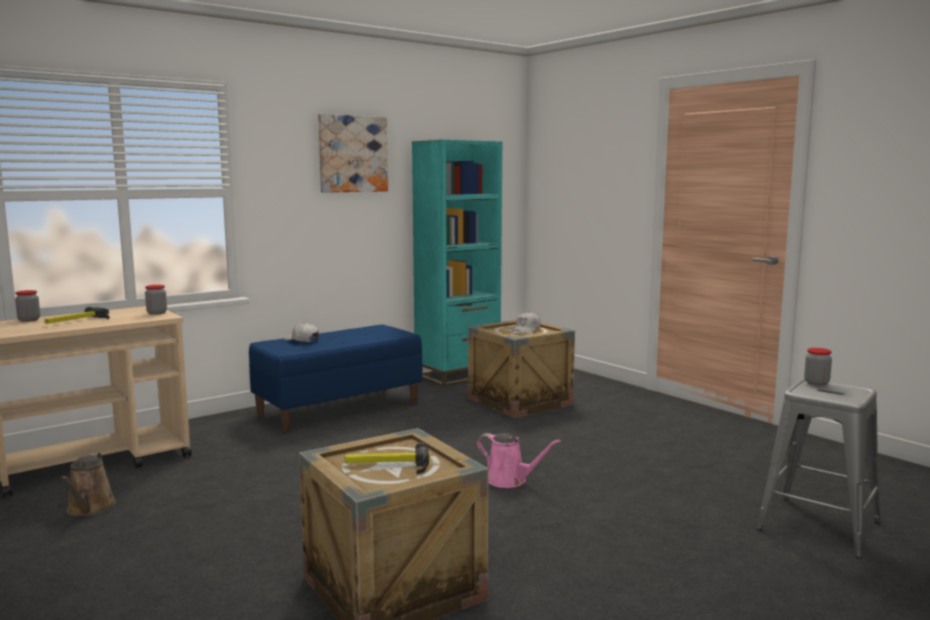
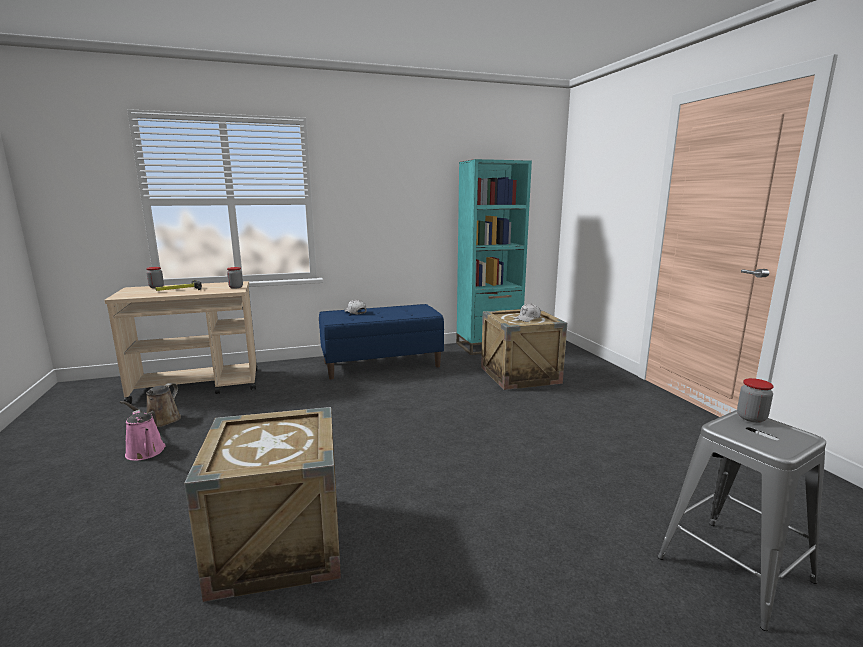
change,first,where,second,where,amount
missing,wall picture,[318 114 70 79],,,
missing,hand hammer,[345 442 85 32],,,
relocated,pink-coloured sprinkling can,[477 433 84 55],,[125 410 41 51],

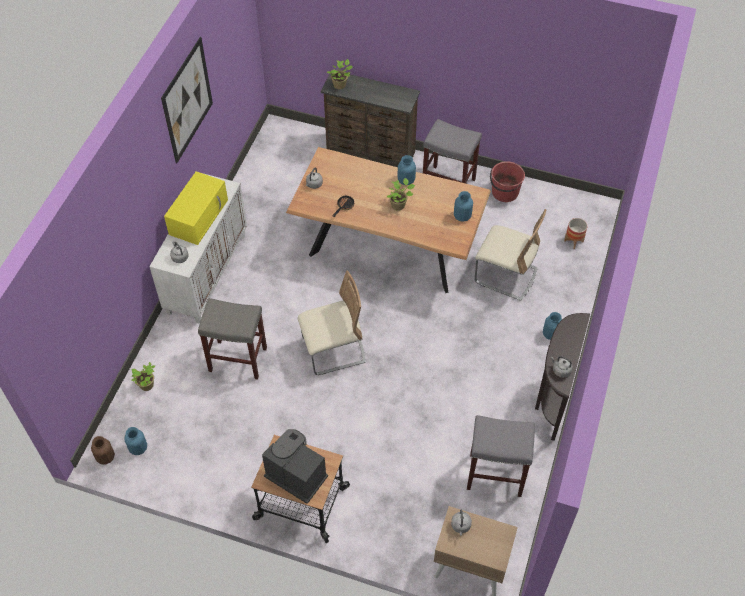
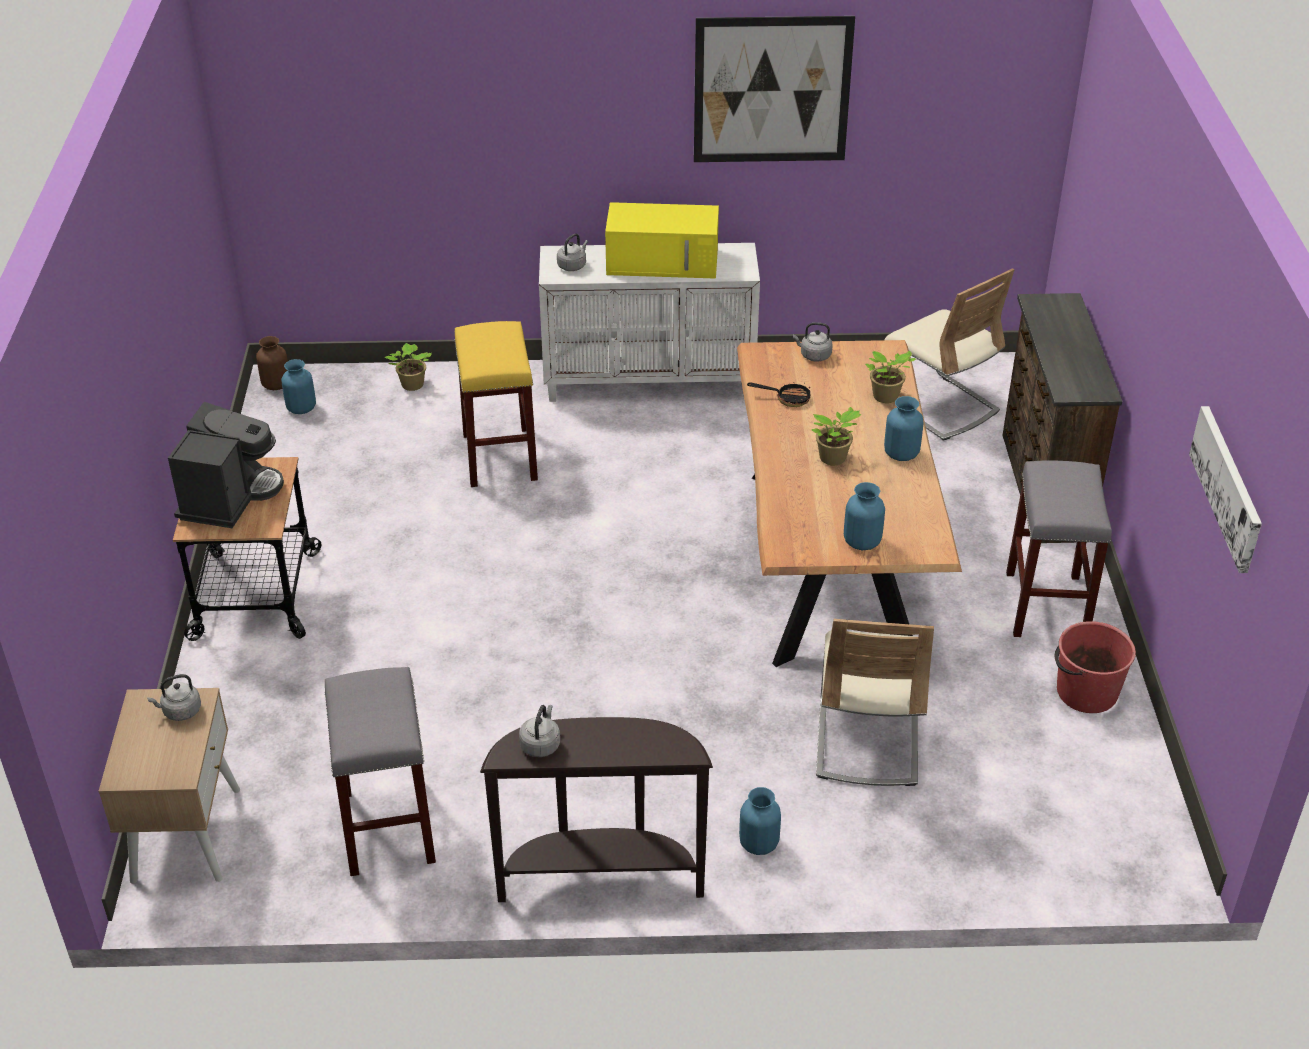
change,first,where,second,where,amount
colour,greyish sitting stool,[198 298 69 82],yellowish sitting stool,[454 321 84 166],
relocated,sand-coloured chair,[298 270 68 105],,[885 268 130 173],
relocated,potted plant,[326 59 27 30],,[865 351 51 52],
missing,flower pot,[564 218 23 31],,,
appeared,,,wall picture,[1189 406 73 167],

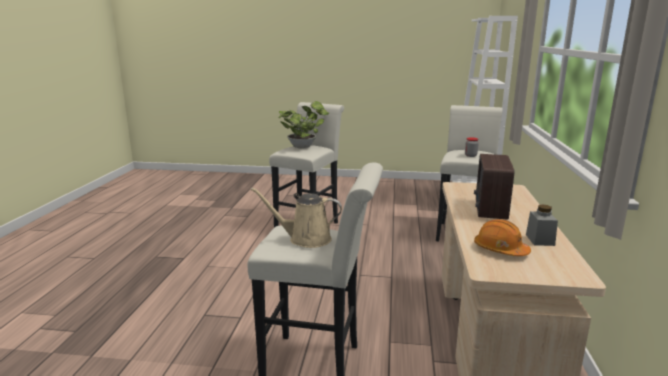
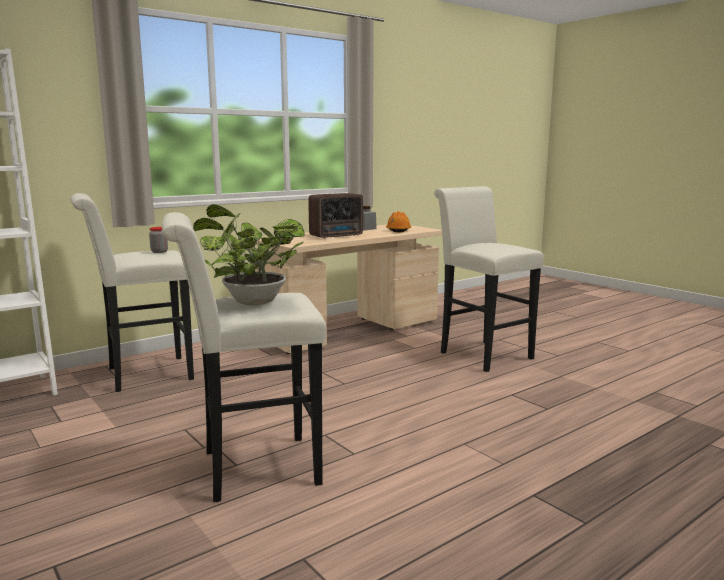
change,first,where,second,where,amount
missing,sand-coloured sprinkling can,[250 187 92 61],,,

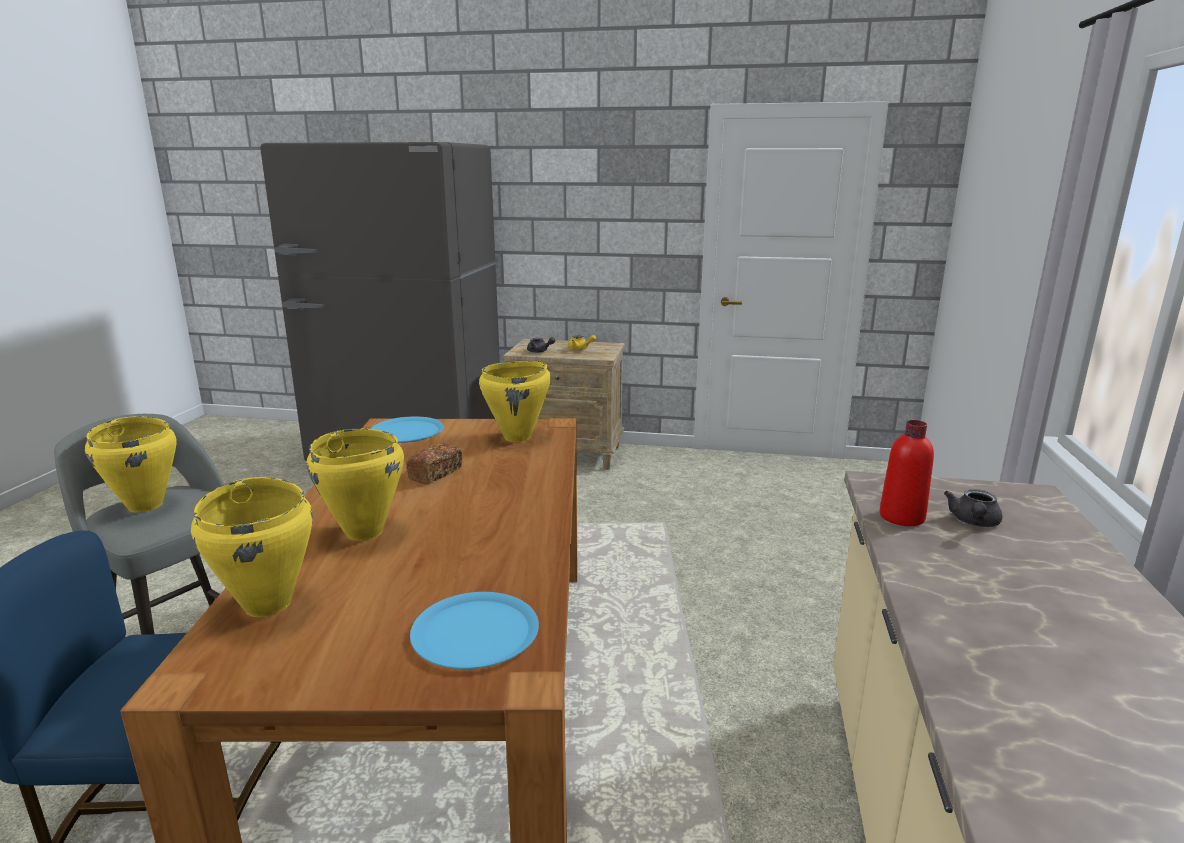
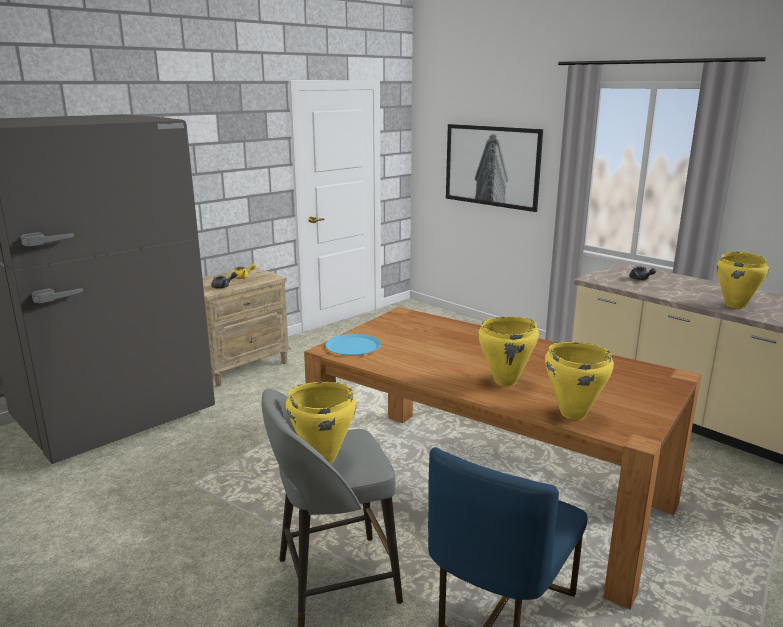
change,first,where,second,where,amount
missing,bread,[406 443 56 41],,,
missing,blue-coloured dinner plate,[410 592 129 77],,,
relocated,yellowish saucepot,[479 361 72 81],,[717 252 52 57],
missing,red-coloured drink bottle,[879 420 55 106],,,
appeared,,,wall picture,[446 124 97 88],

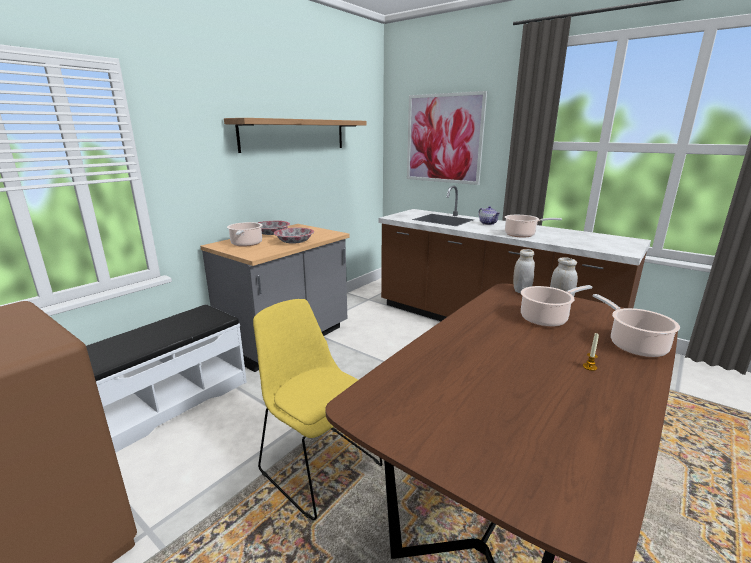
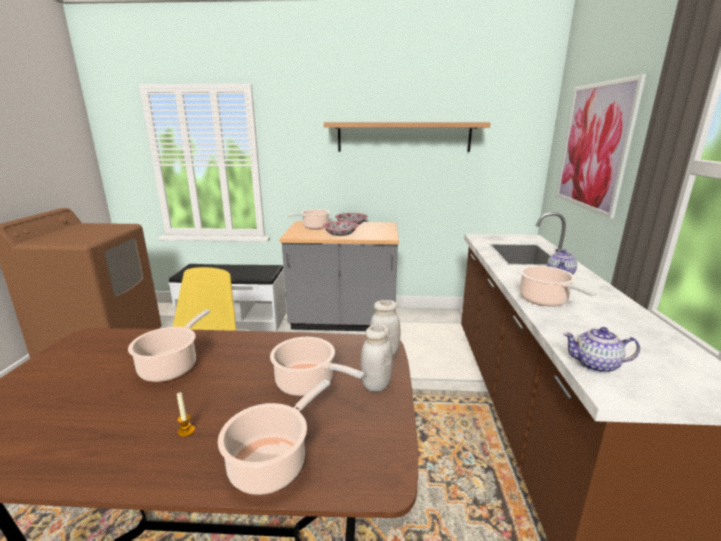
change,first,where,second,where,amount
appeared,,,saucepot,[128 310 82 72],
appeared,,,teapot,[564 327 76 46],

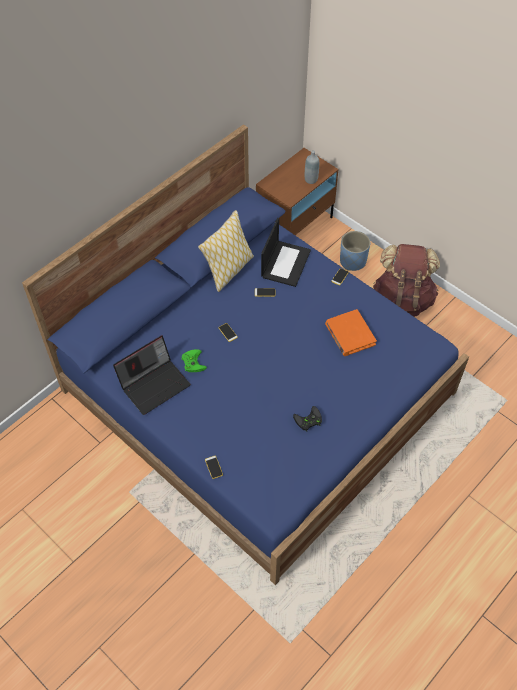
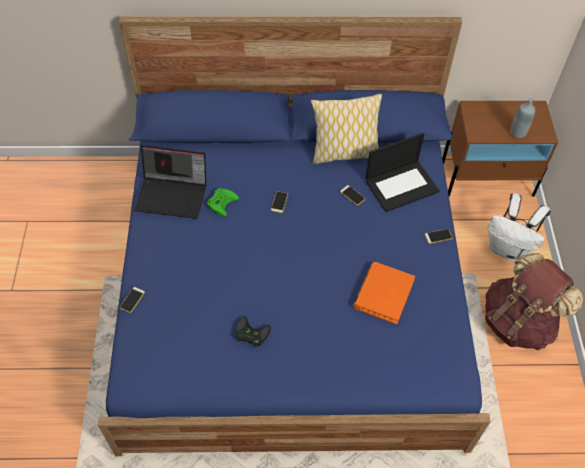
change,first,where,second,where,amount
exchanged,blue-coloured flower pot,[340 231 30 40],whitish knapsack,[488 193 63 69],

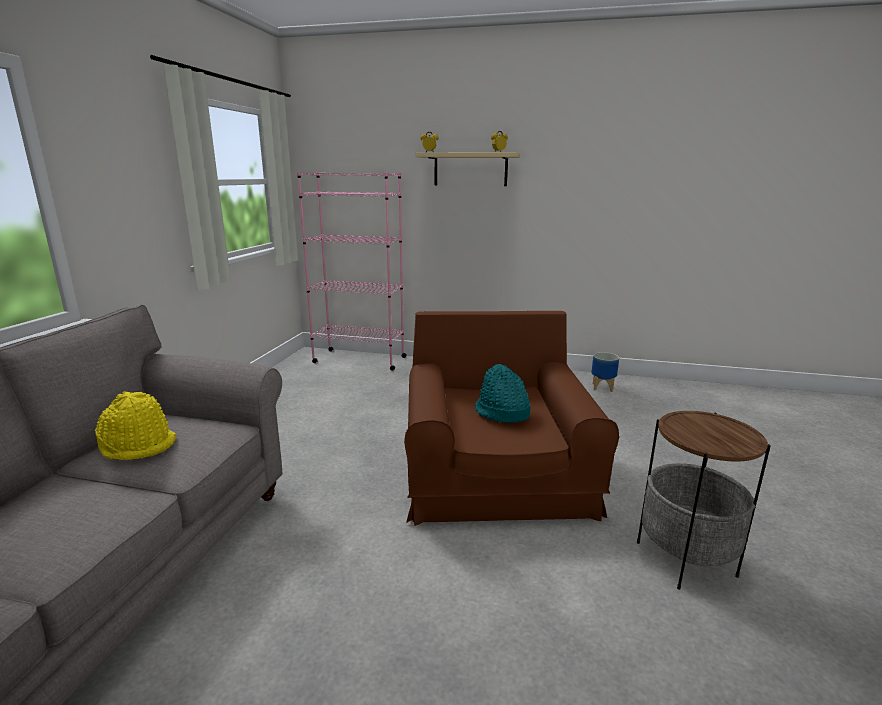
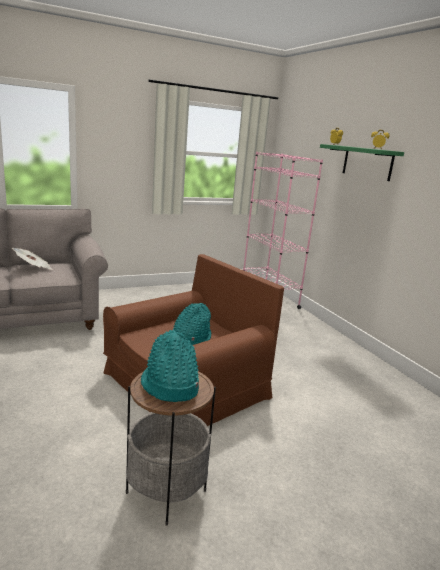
change,first,where,second,where,amount
exchanged,yellowish hat,[95 391 81 69],newspaper,[12 248 41 22],
colour,sand-coloured wall shelf,[415 152 105 34],green-coloured wall shelf,[320 144 84 37],
missing,flower pot,[591 352 28 40],,,
appeared,,,blue-green hat,[141 330 58 72],

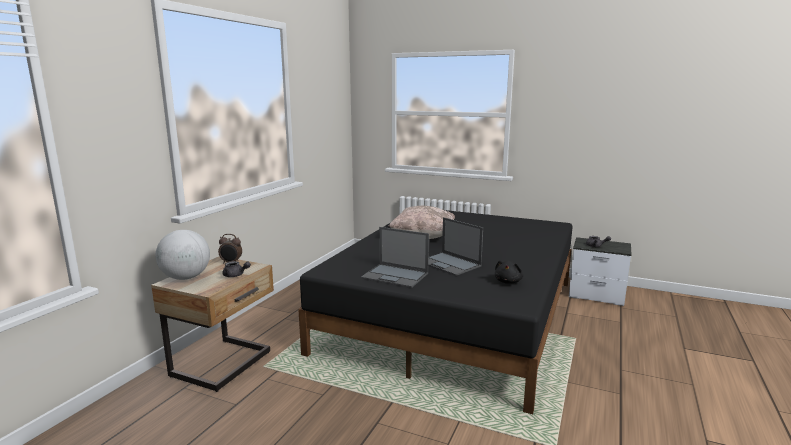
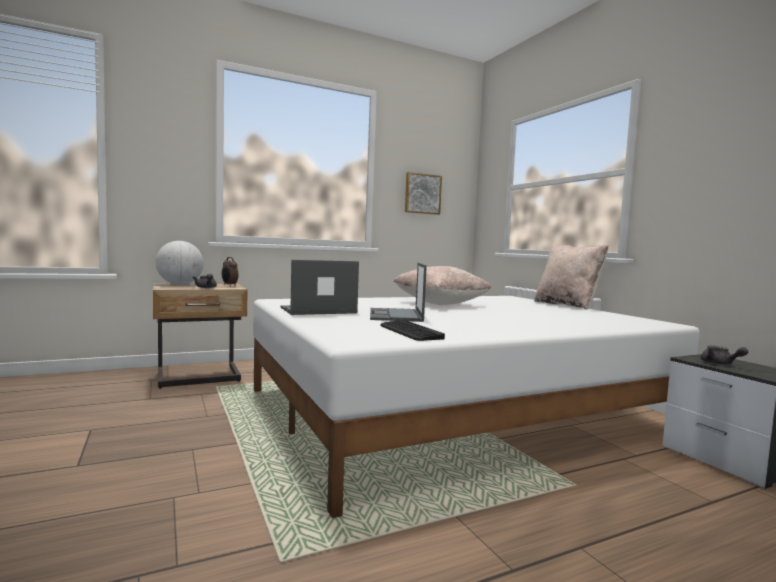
change,first,where,second,where,amount
colour,blackish bedroom bed,[298 210 275 204],whitish bedroom bed,[253 296 447 222],
spun,notebook computer,[361 227 68 61],,[281 260 78 55],90 degrees clockwise
exchanged,blackish cuddly toy,[495 260 28 24],PC keyboard,[380 320 65 21],
appeared,,,wall picture,[405 172 37 43],
appeared,,,sand-coloured pillow,[534 244 75 66],

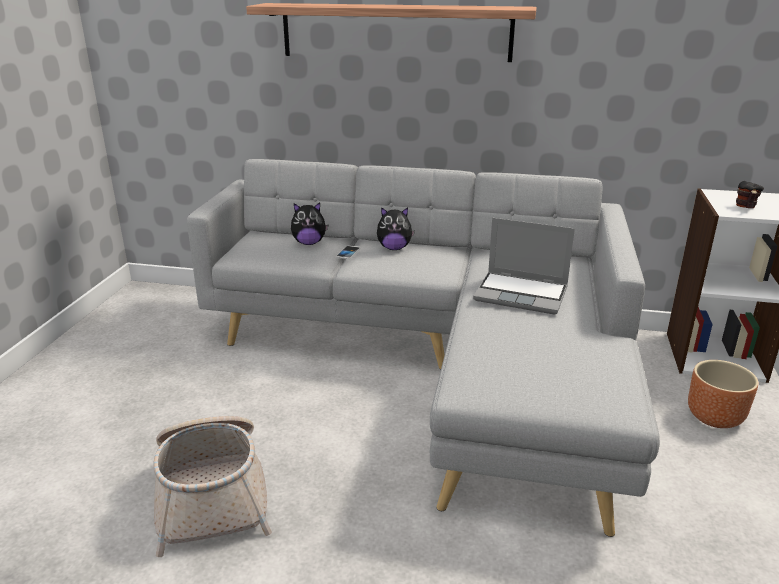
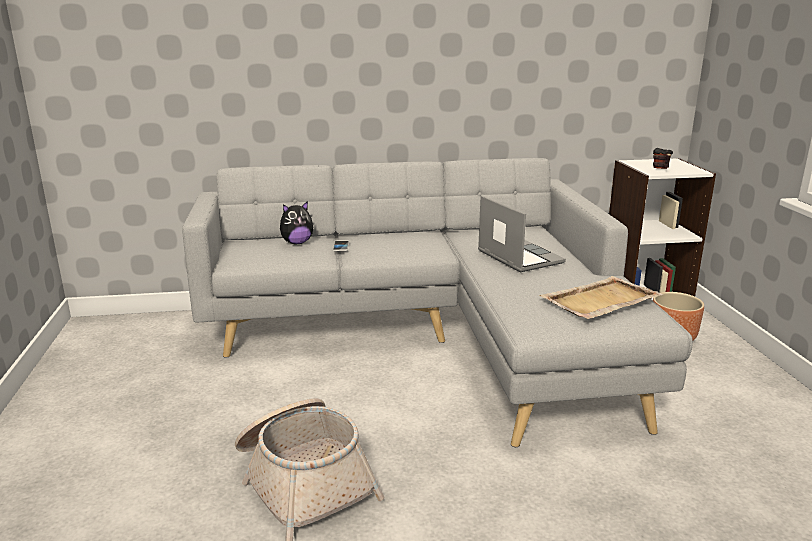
change,first,where,second,where,amount
missing,wall shelf,[246 3 291 59],,,
missing,cuddly toy,[377 207 38 43],,,
spun,notebook computer,[473 218 102 96],,[478 196 88 77],120 degrees counterclockwise
appeared,,,sand-coloured tray,[539 276 124 43],

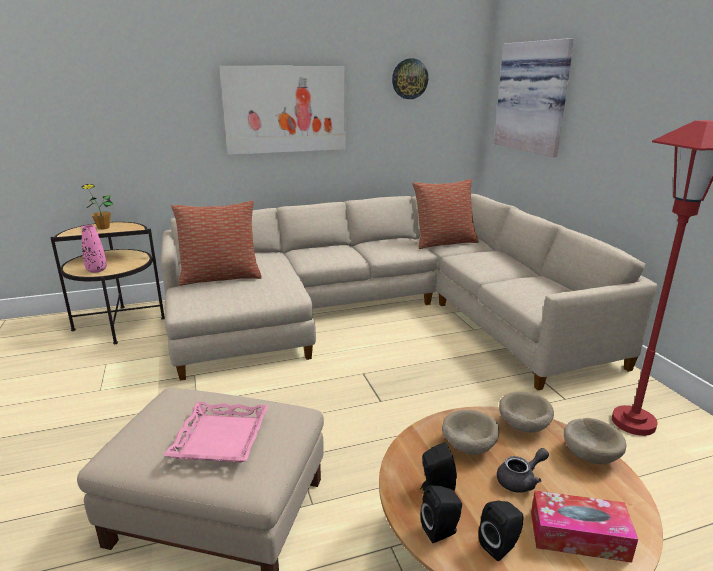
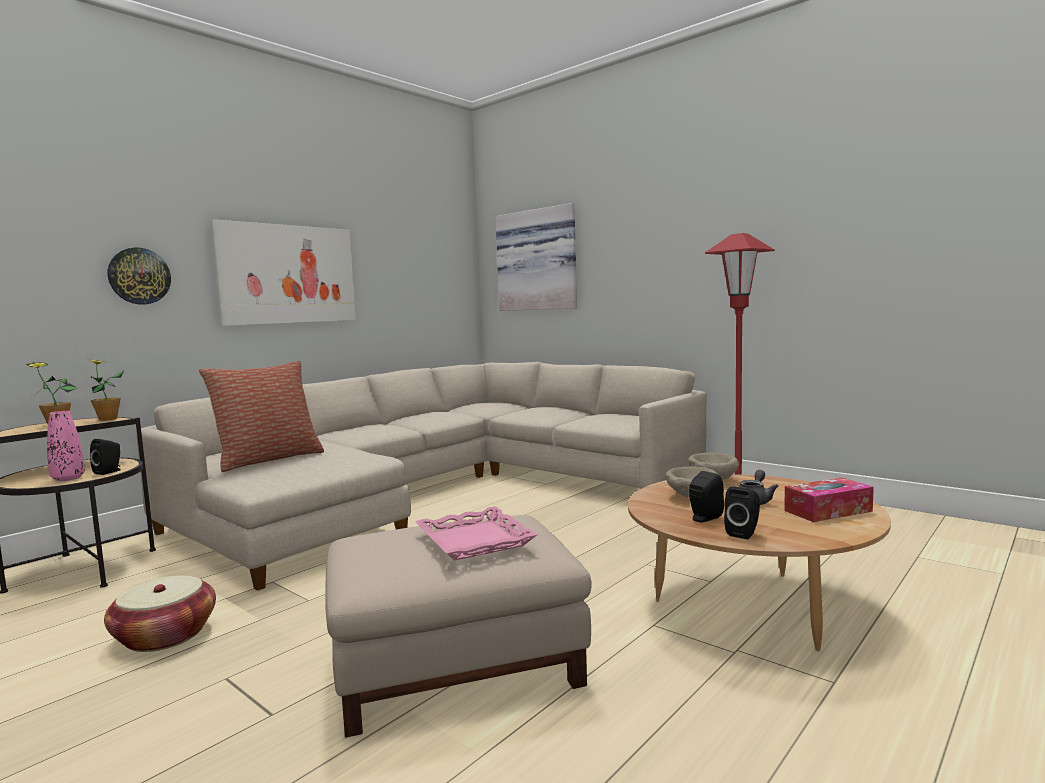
change,first,where,second,where,amount
relocated,wall clock,[392 58 36 41],,[108 247 63 58],
missing,pillow,[412 179 67 70],,,
relocated,blackish audio speaker,[478 500 46 61],,[90 439 31 36],
missing,sand-coloured bowl,[564 418 62 46],,,
appeared,,,potted plant,[90 360 34 61],
appeared,,,household basket,[104 576 112 76],

